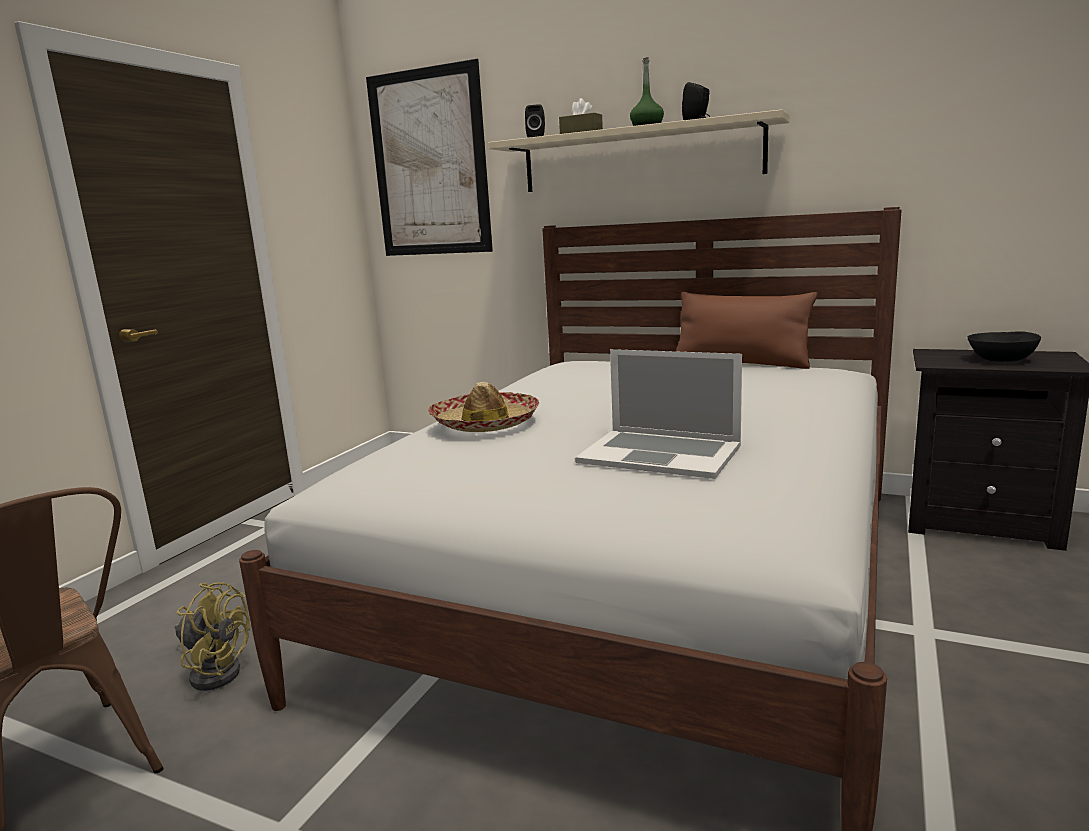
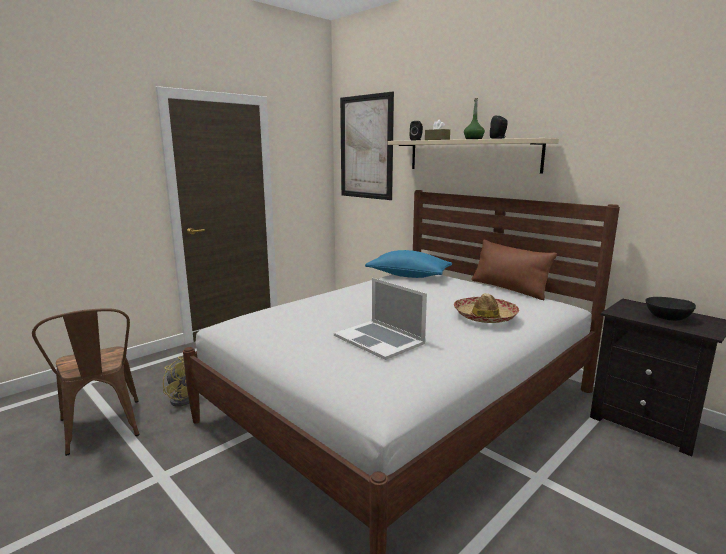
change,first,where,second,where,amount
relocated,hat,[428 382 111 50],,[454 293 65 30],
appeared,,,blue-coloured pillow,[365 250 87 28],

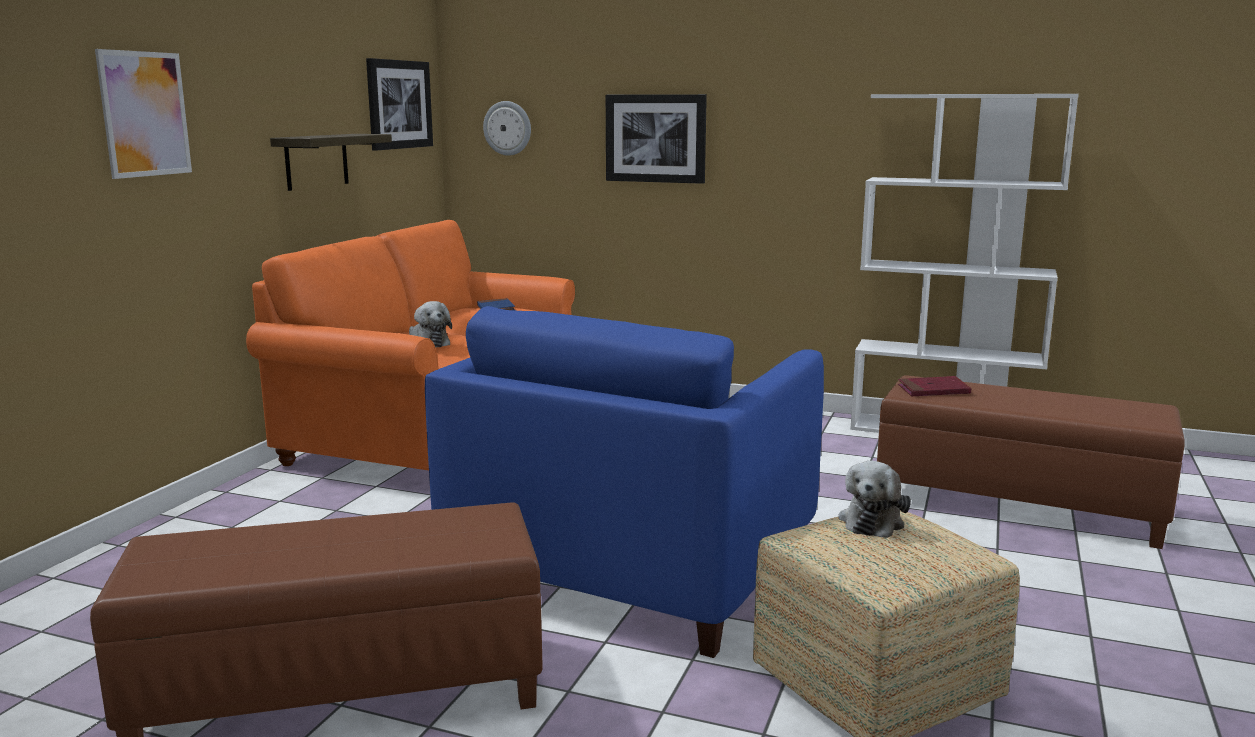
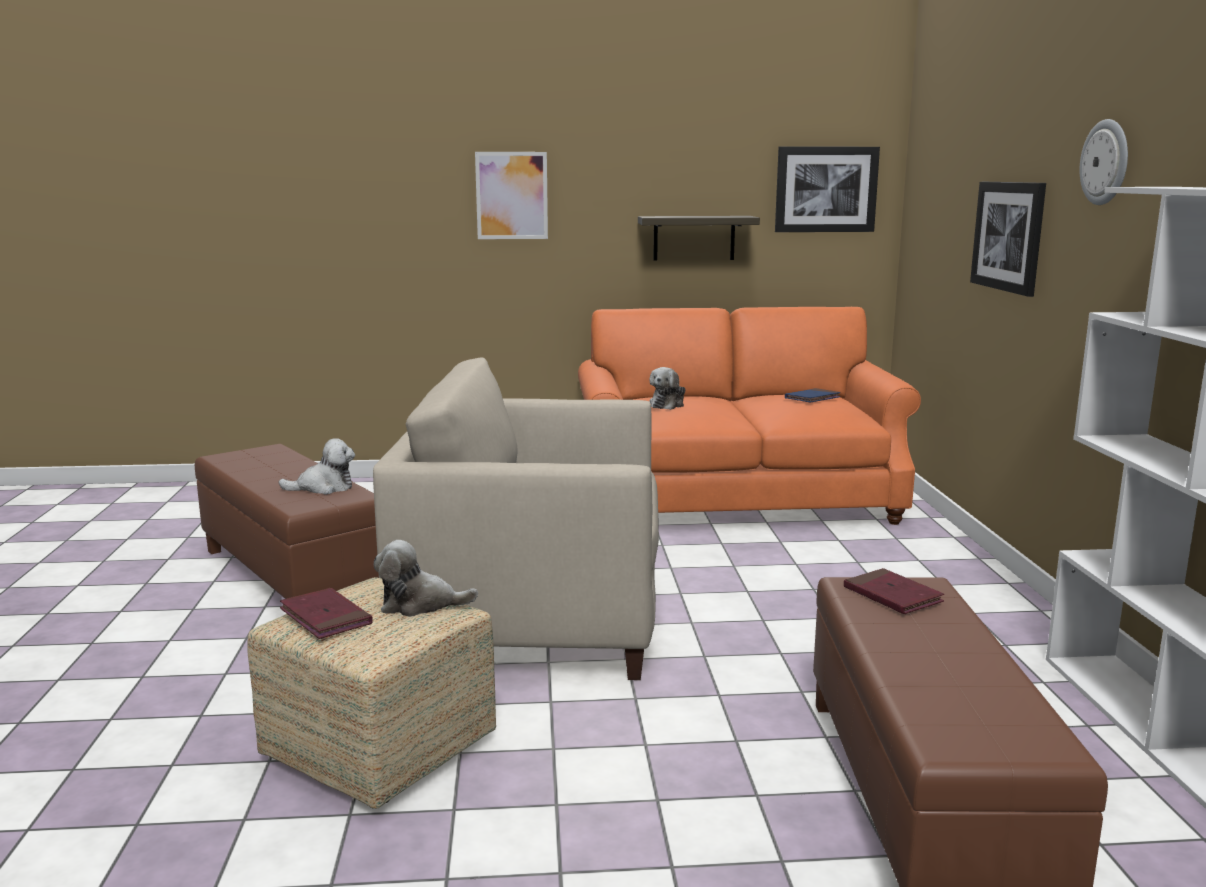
change,first,where,second,where,amount
colour,blue-coloured lounge chair,[425 306 399 352],sand-coloured lounge chair,[373 358 286 322],
relocated,wall clock,[483 101 48 55],,[1080 119 48 86],
appeared,,,cuddly toy,[279 438 76 57],
appeared,,,red-coloured volume,[280 588 93 51],

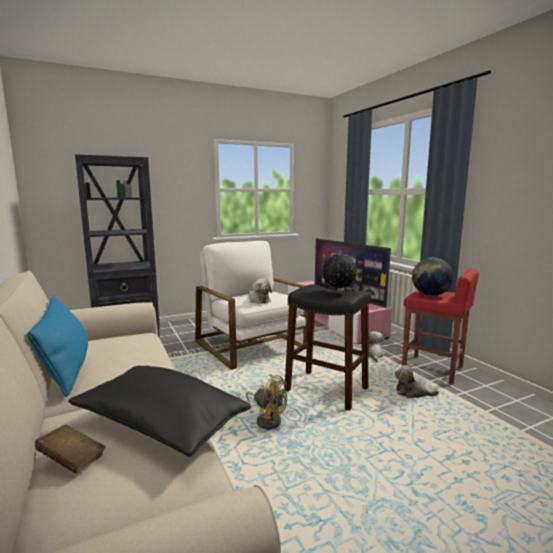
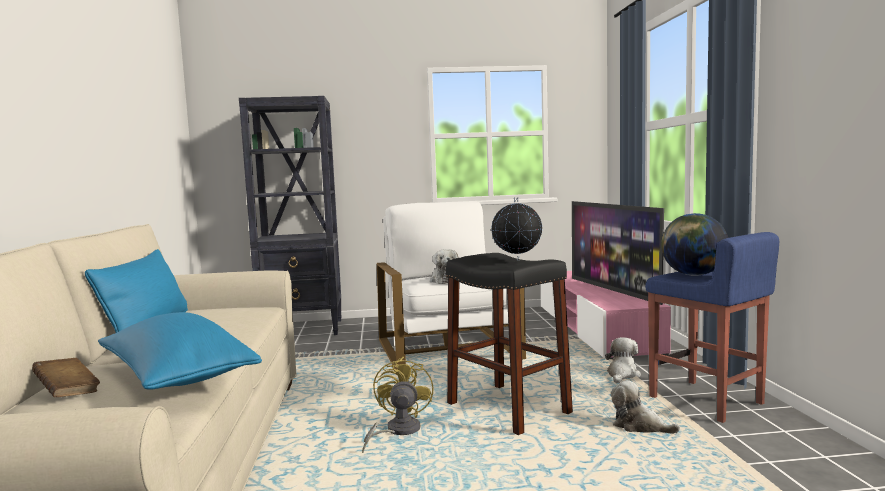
change,first,where,second,where,amount
colour,blackish pillow,[68 366 183 91],blue-coloured pillow,[98 312 164 78],
spun,yellowish electric fan,[246 374 41 56],,[362 357 71 96],135 degrees counterclockwise
colour,red-coloured sitting stool,[402 269 77 115],blue-coloured sitting stool,[645 232 134 191],

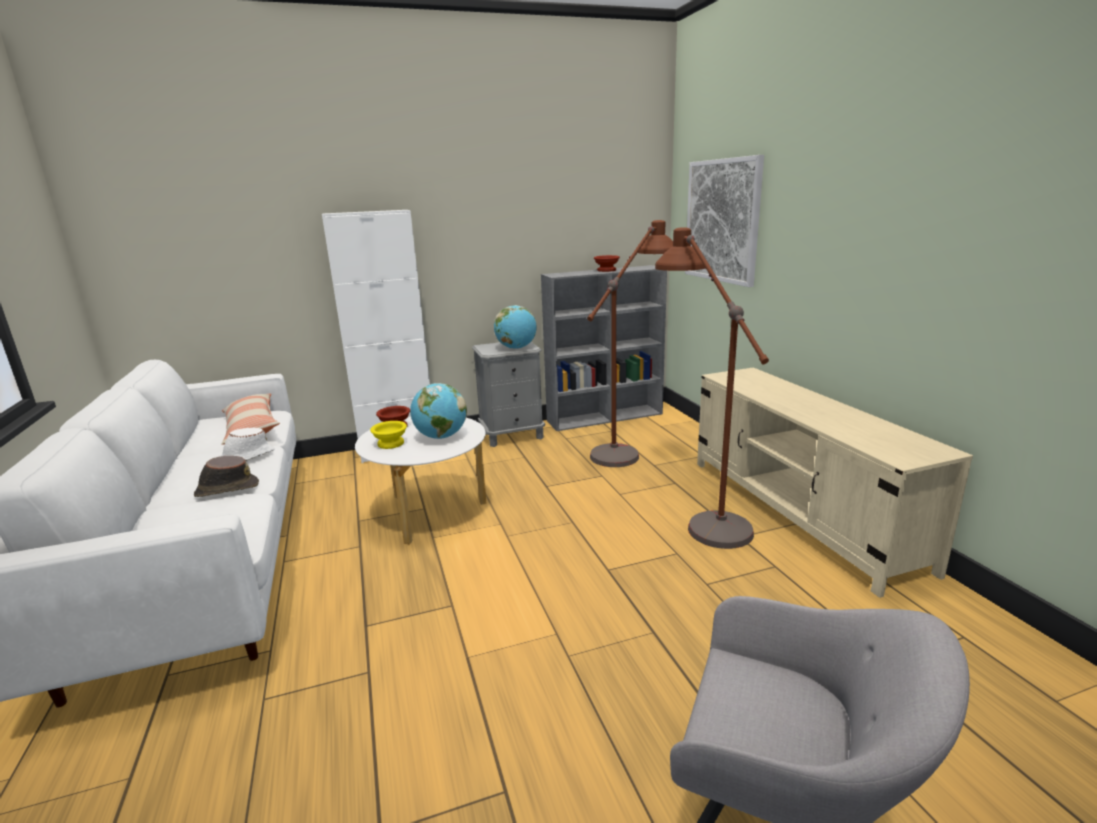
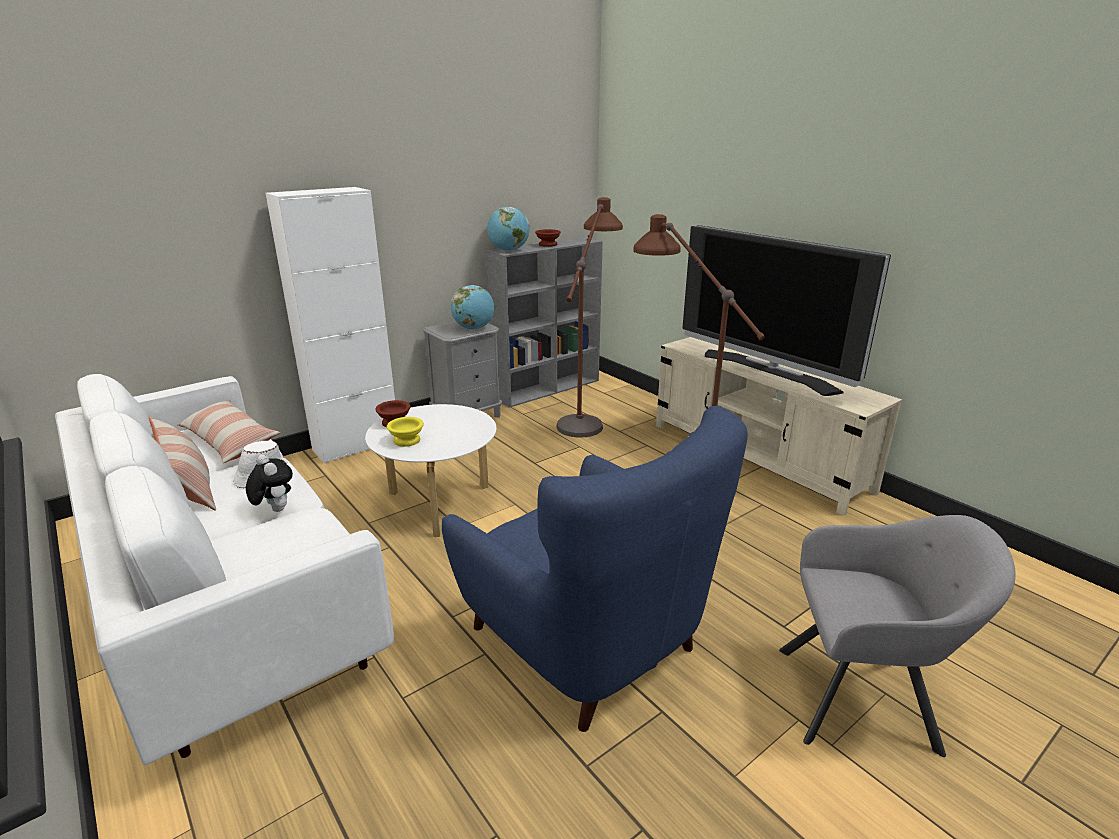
change,first,where,second,where,amount
exchanged,brown-coloured hat,[194 456 65 41],cuddly toy,[246 454 47 58],
relocated,globe,[410 383 57 56],,[487 207 43 44],
missing,wall picture,[685 155 79 132],,,
appeared,,,pillow,[149 416 67 95],
appeared,,,blue-coloured lounge chair,[442 406 306 326],
appeared,,,TV set,[683 225 208 171],

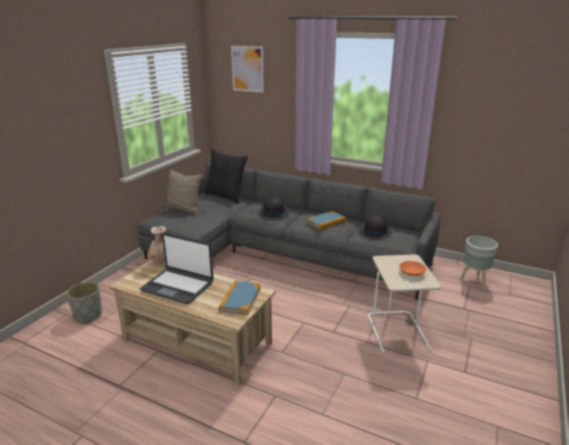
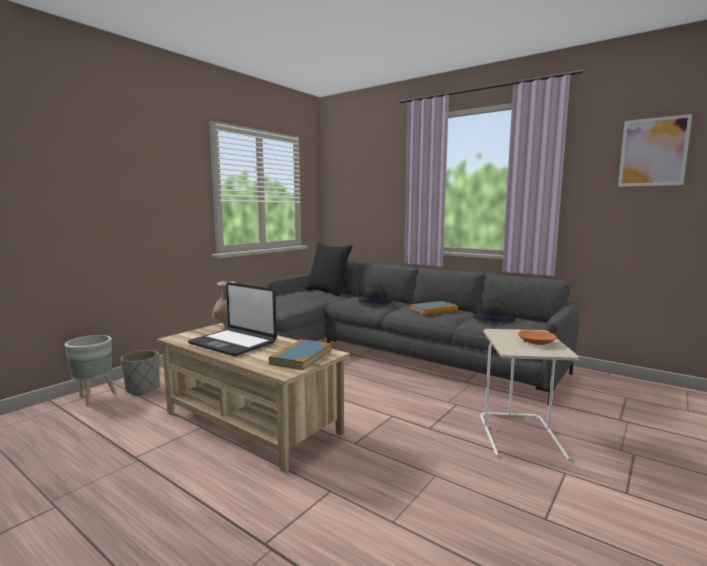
change,first,where,second,where,amount
missing,sand-coloured pillow,[164 169 38 46],,,
relocated,wall picture,[231 46 33 47],,[618 114 74 73],
relocated,greyish flower pot,[460 236 38 51],,[65 335 51 71],

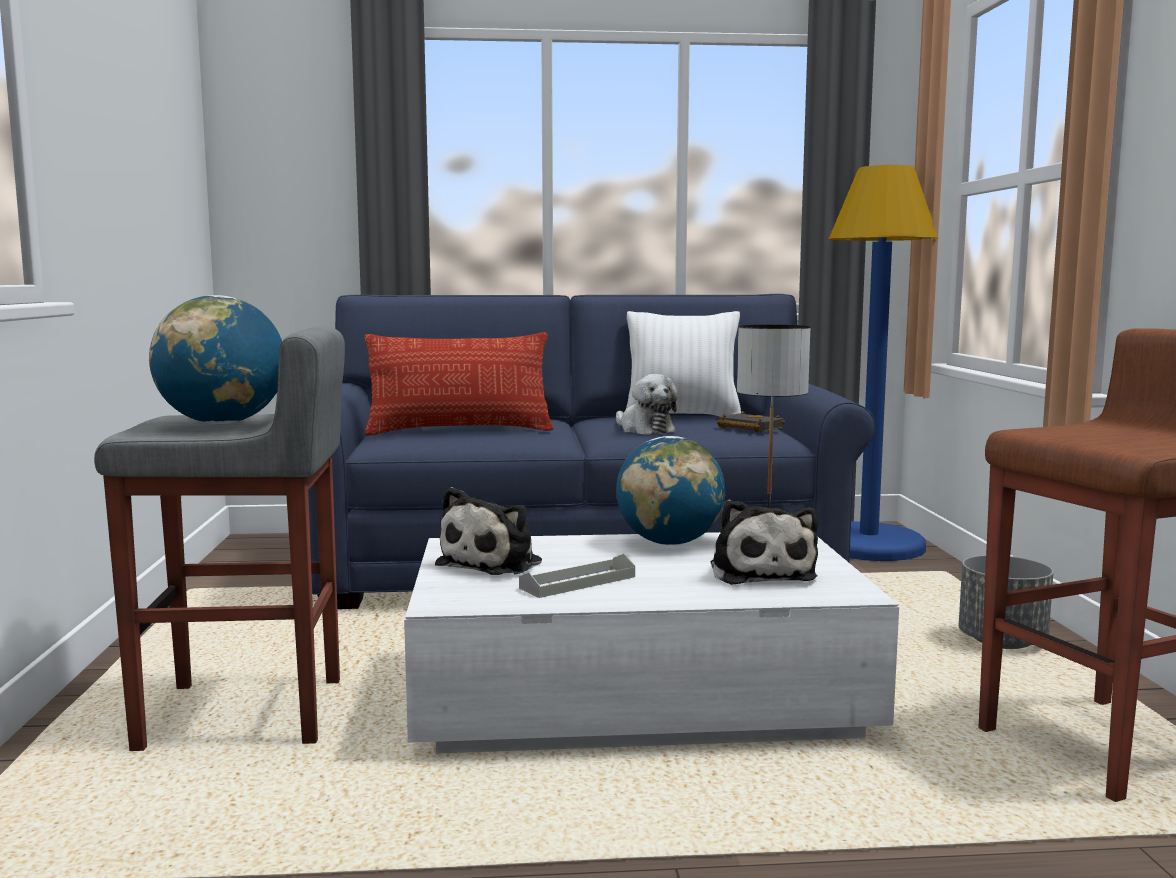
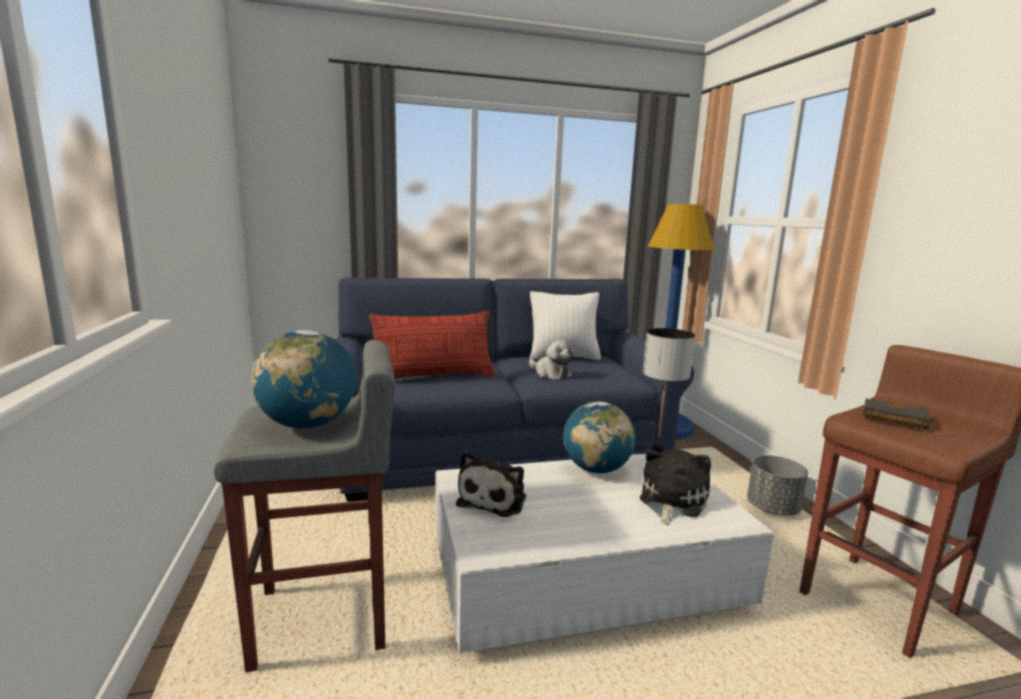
change,first,where,second,where,amount
missing,greyish tray,[519 554 116 44],,,
spun,cuddly toy,[711 500 107 85],,[640 449 71 76],135 degrees counterclockwise
relocated,blackish volume,[717 411 68 22],,[863 397 68 32],

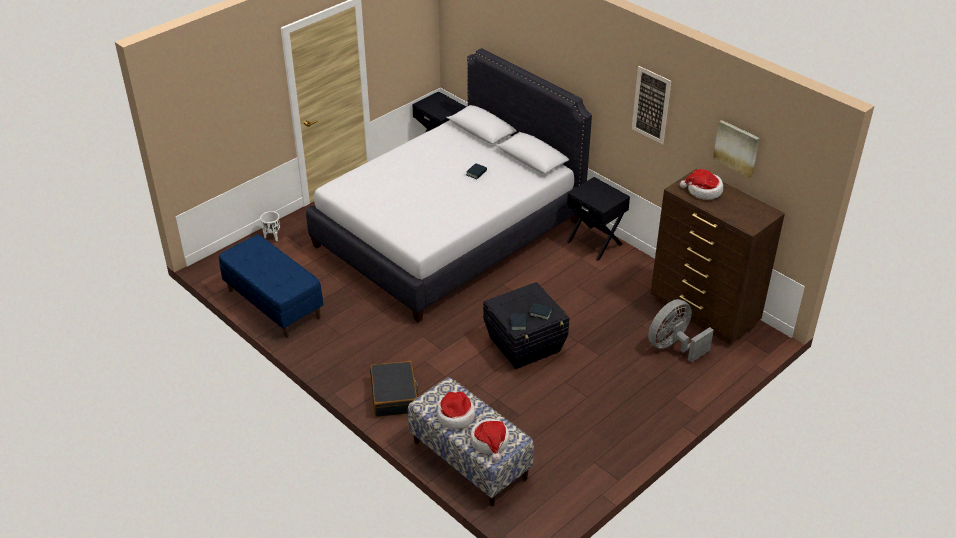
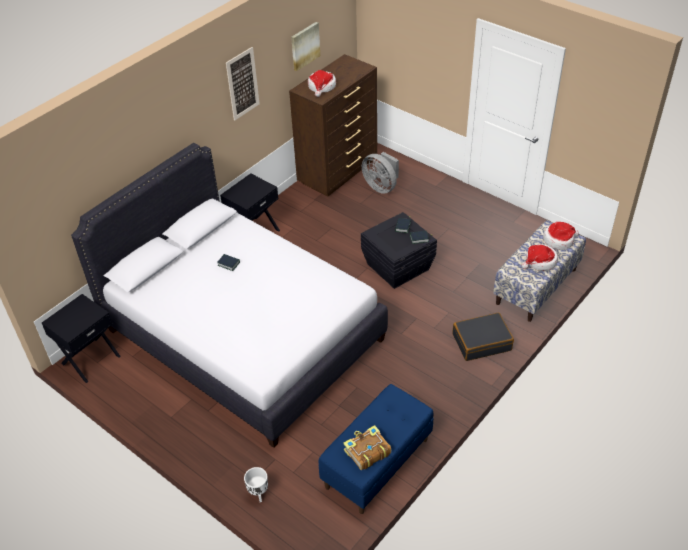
change,first,where,second,where,amount
appeared,,,volume,[343 425 48 45],

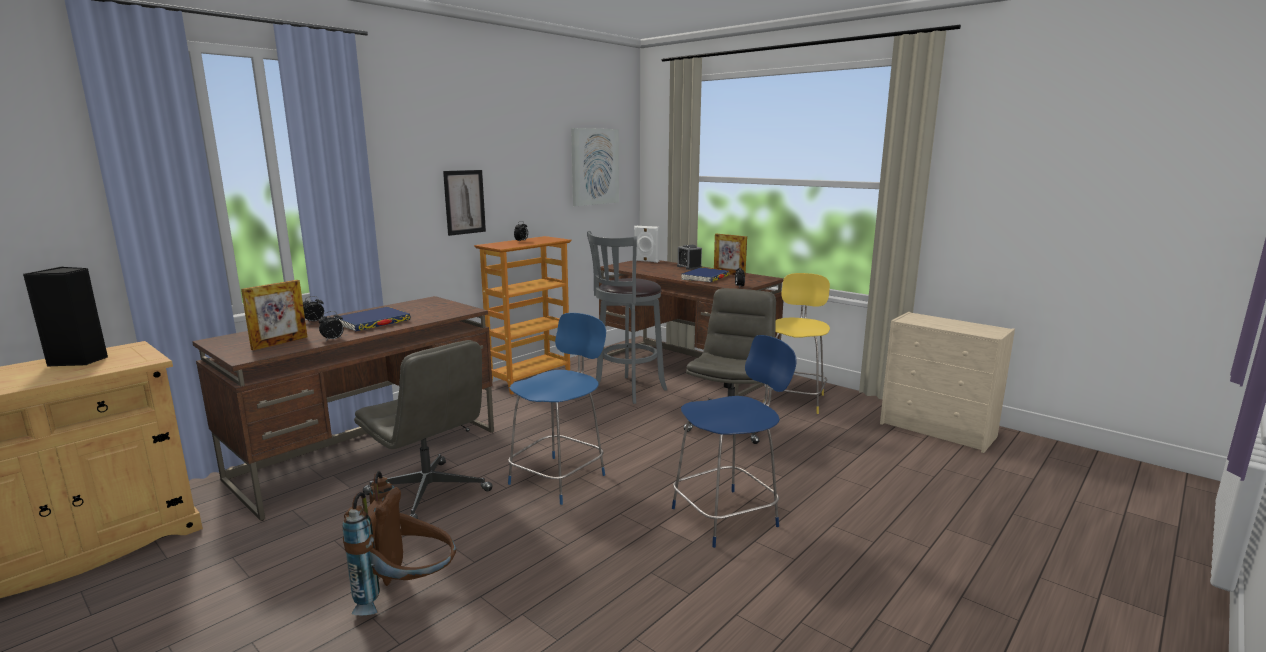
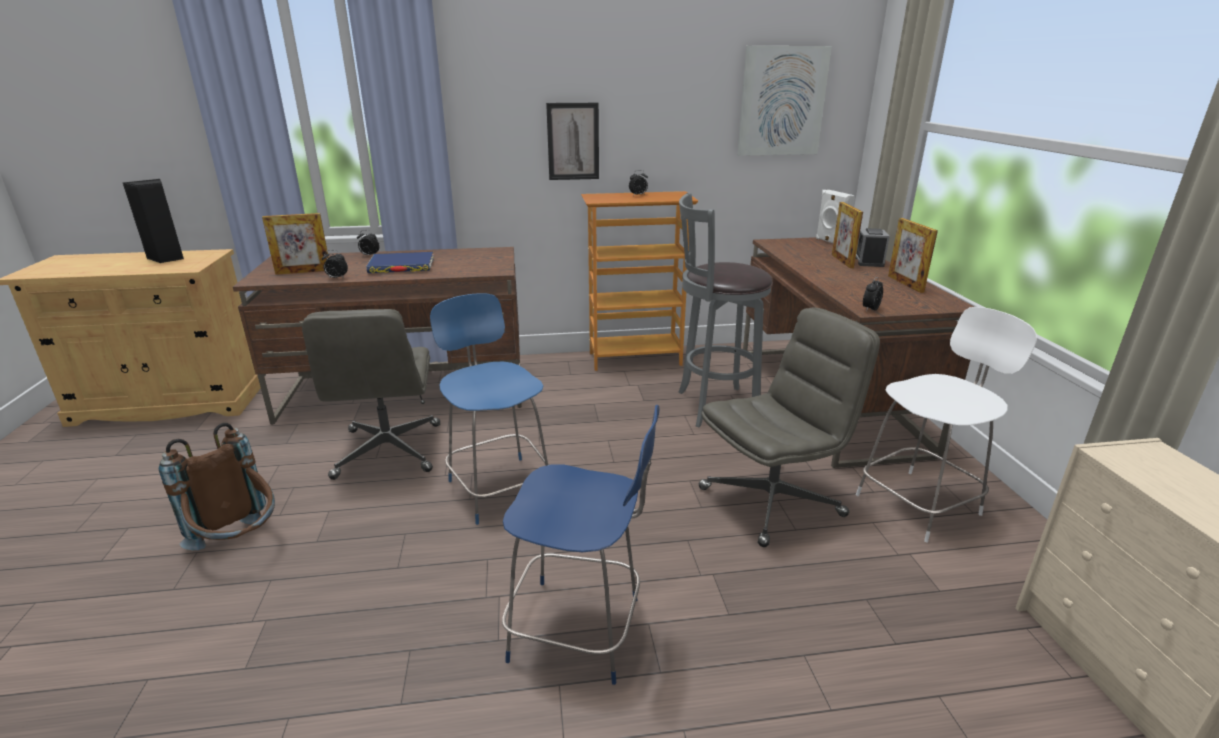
change,first,where,second,where,amount
spun,blue-coloured chair,[508 313 98 192],,[430 293 119 232],105 degrees counterclockwise
missing,blue-coloured volume,[681 267 49 15],,,
colour,yellowish chair,[764 273 66 141],whitish chair,[856 307 181 235],
appeared,,,standing frame,[832 202 31 66],

